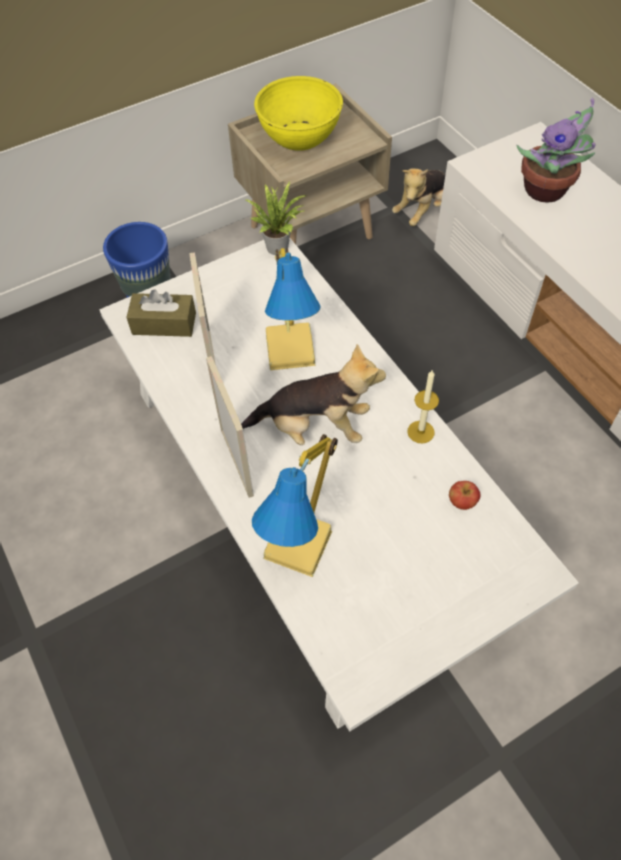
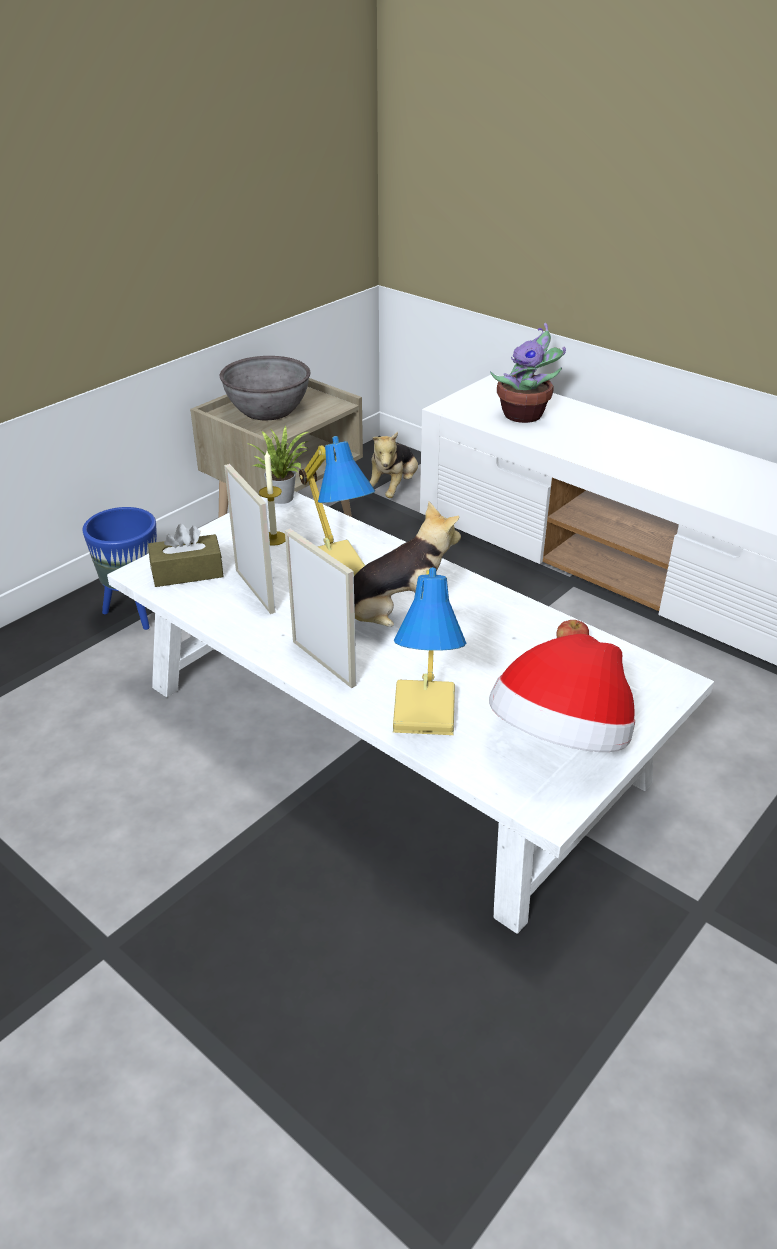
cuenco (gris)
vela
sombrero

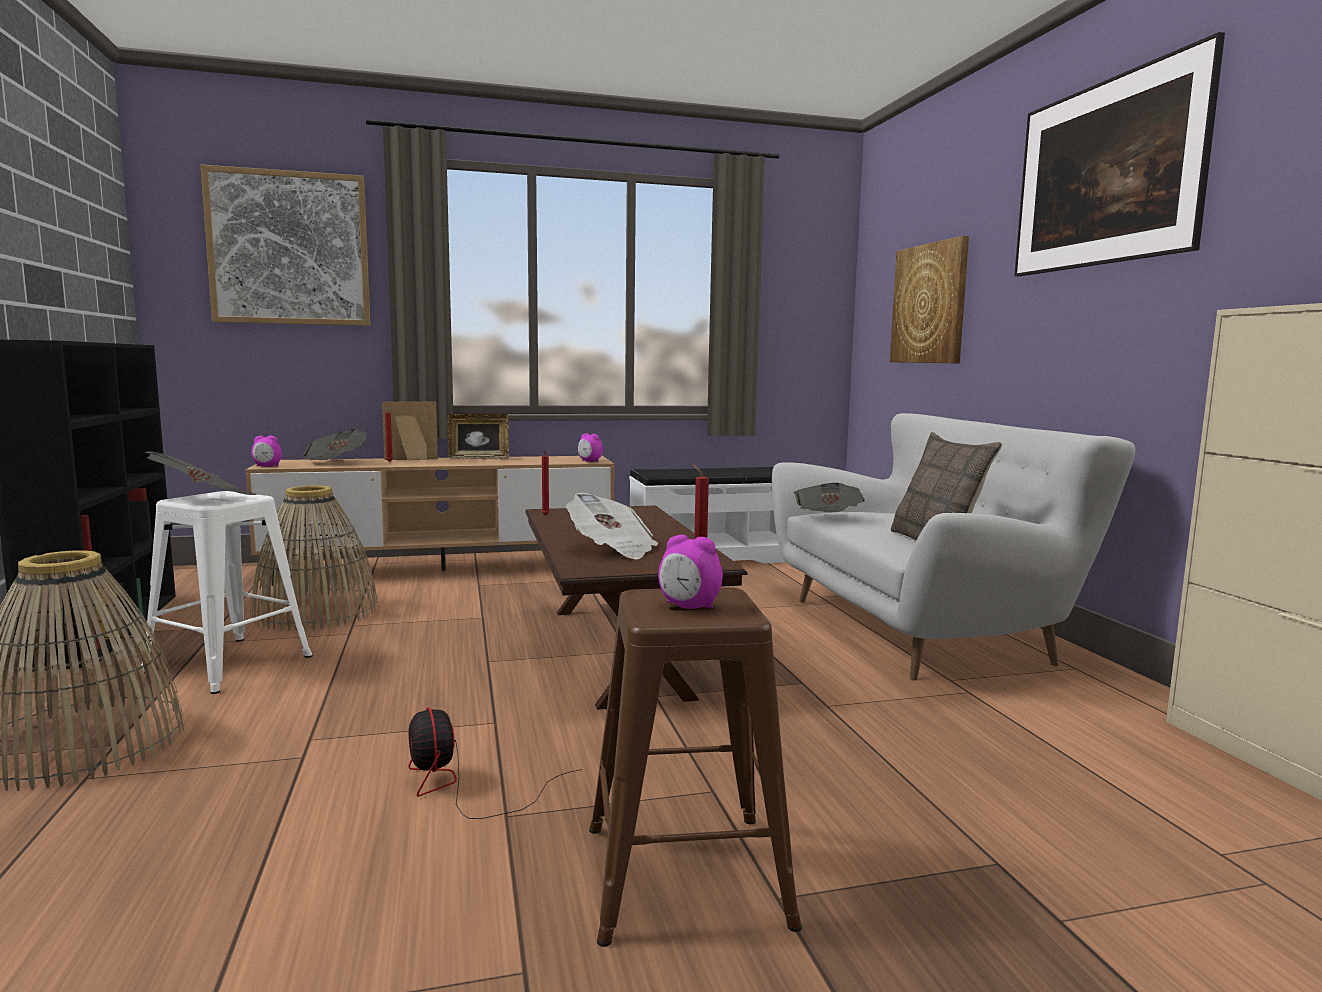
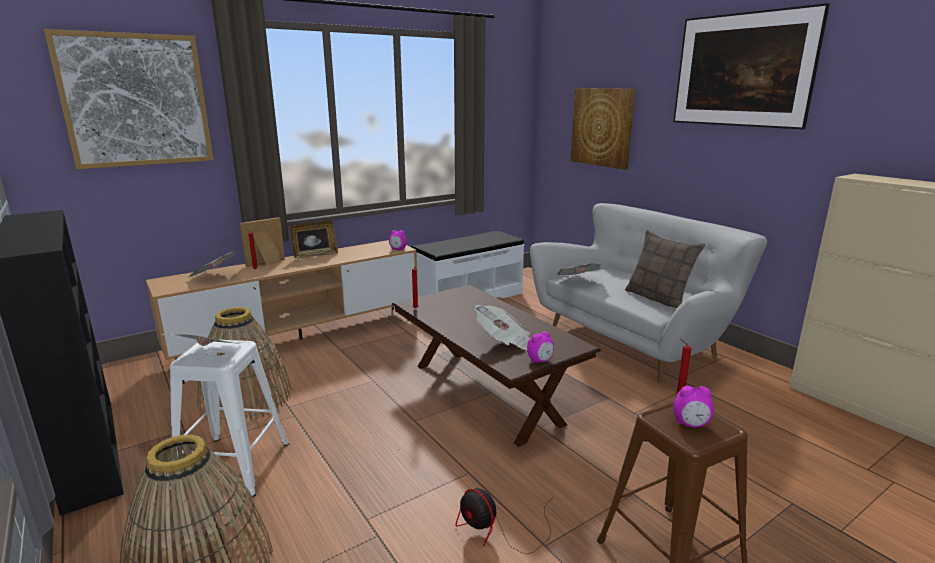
despertador (no. 2 from left)

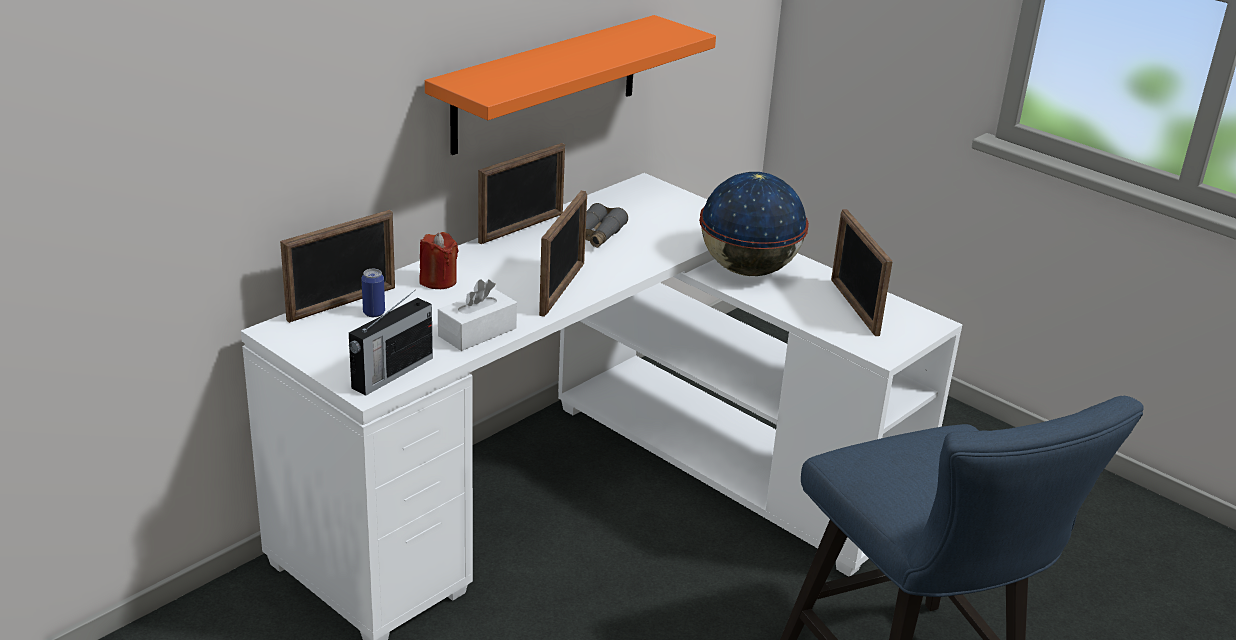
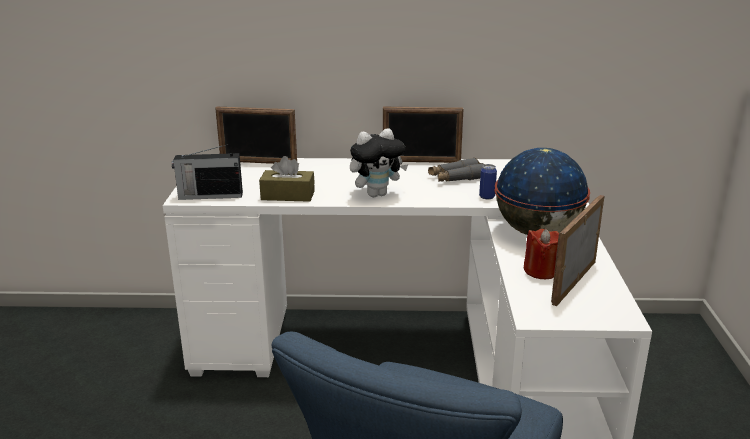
estante (naranja)
peluche
vela (rojo)
lata
caja de pañuelos (marrón)

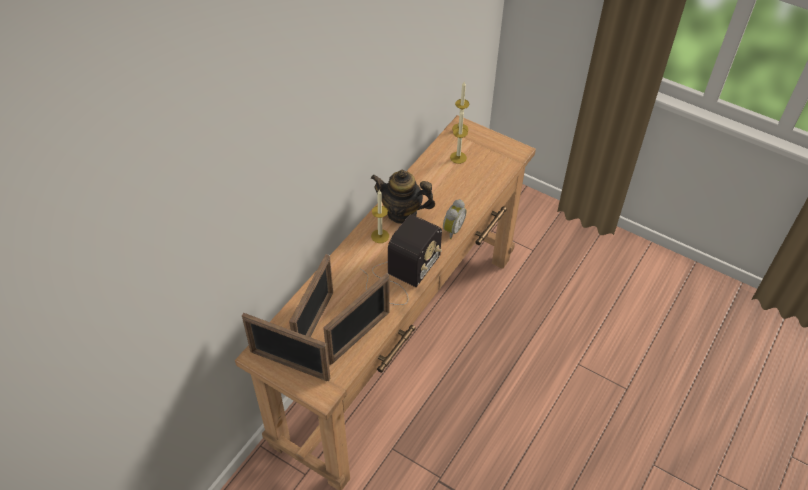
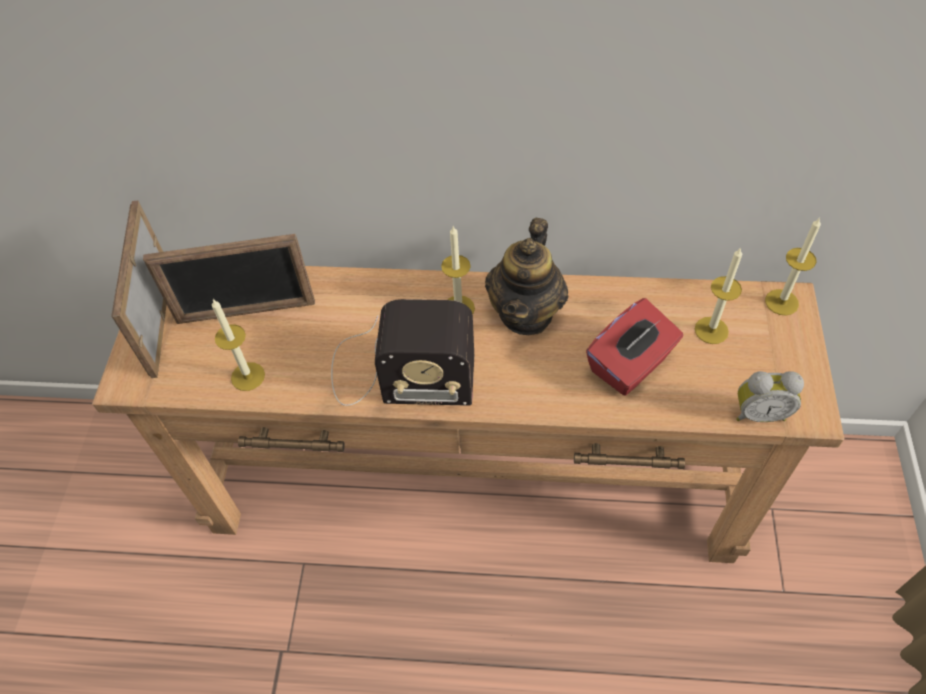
tetera
despertador
vela (no. 1 from left)
caja de pañuelos (rojo)

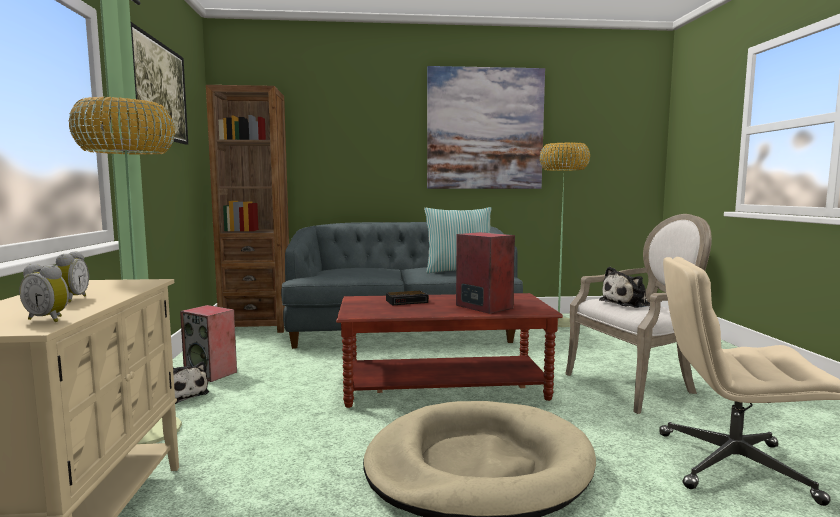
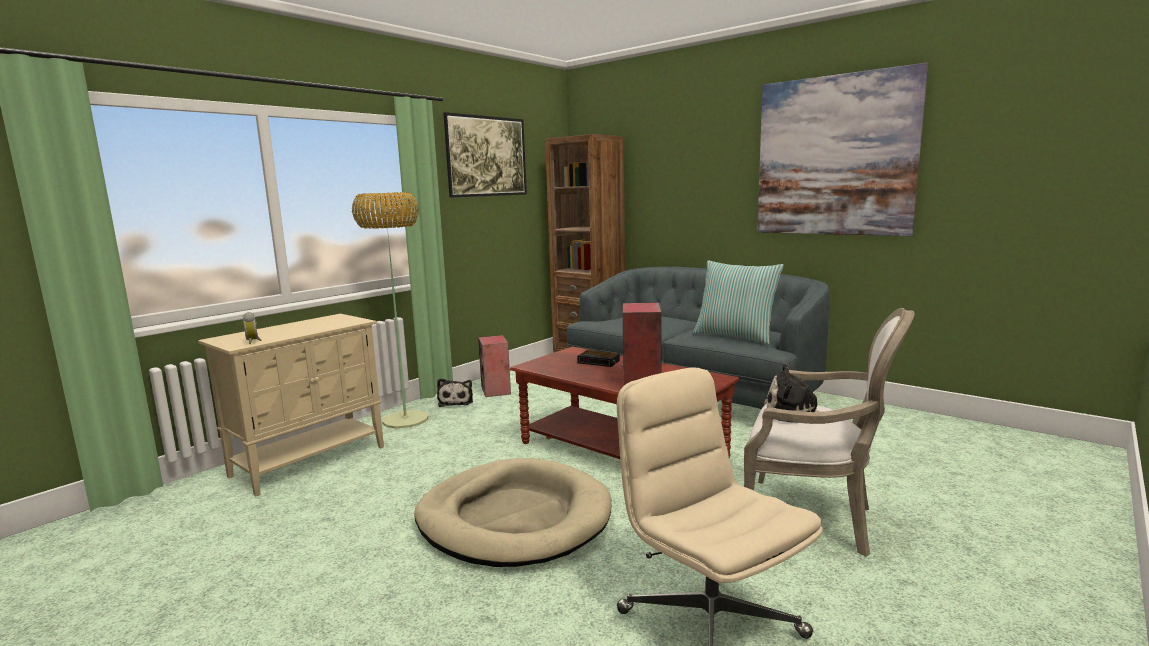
lámpara de pie (no. 2 from left in the first image)
despertador (no. 2 from left in the first image)

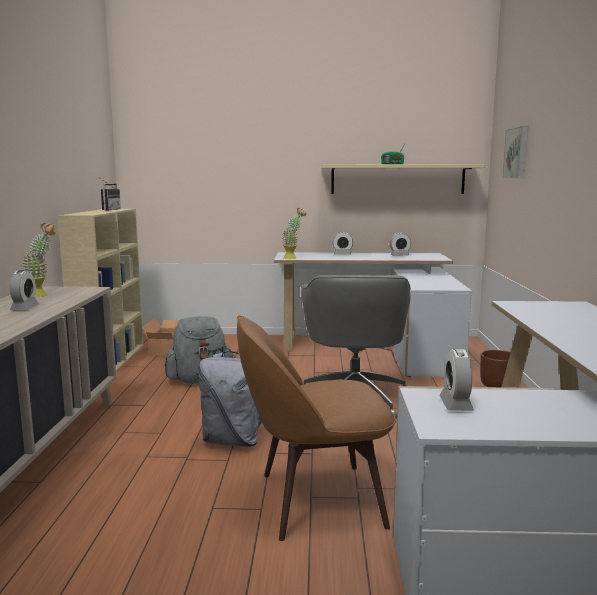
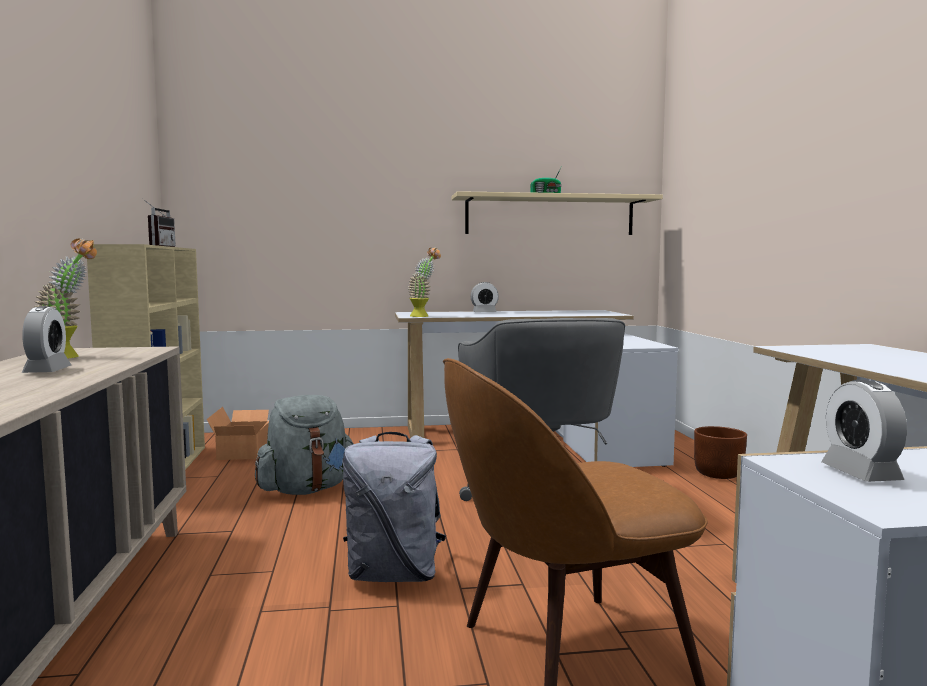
cuadro
despertador (no. 3 from left in the first image)

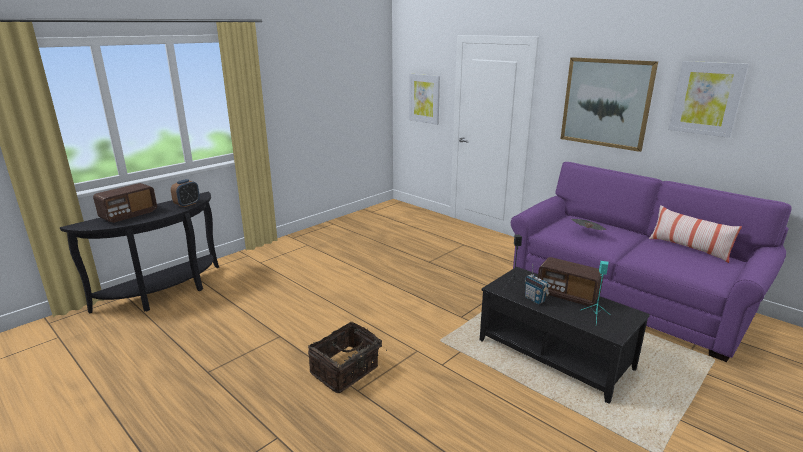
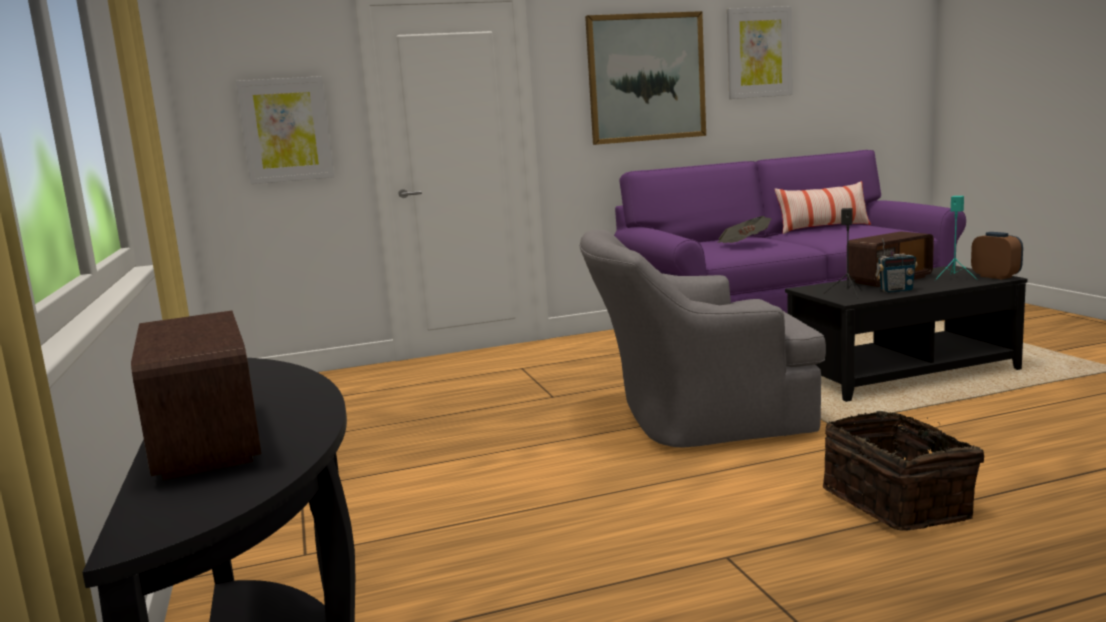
despertador
sillón (gris)

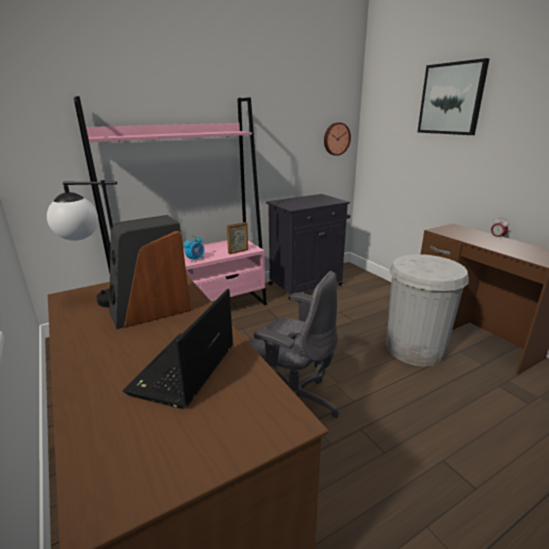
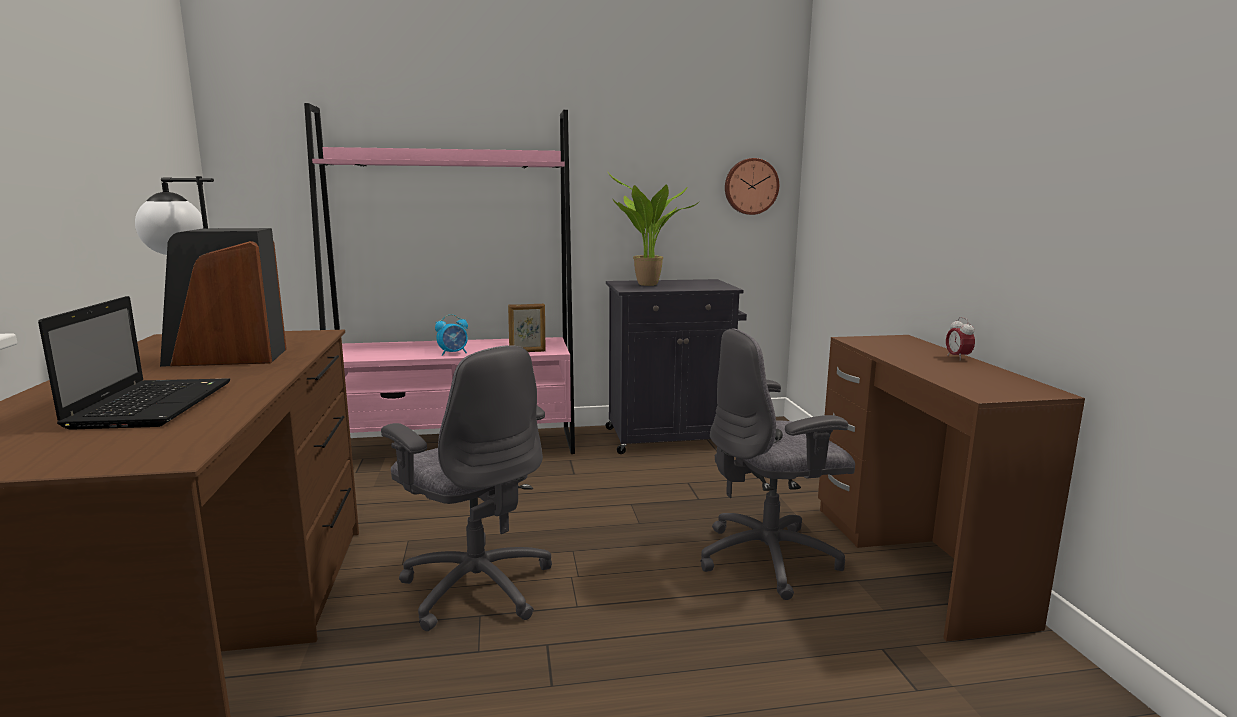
cuadro
silla de oficina (gris) (no. 2 from left)
portátil
planta en maceta

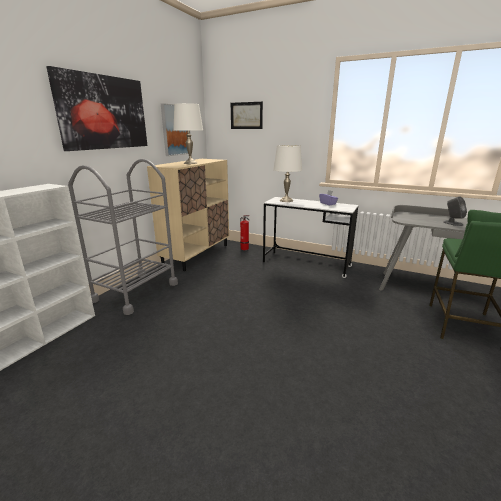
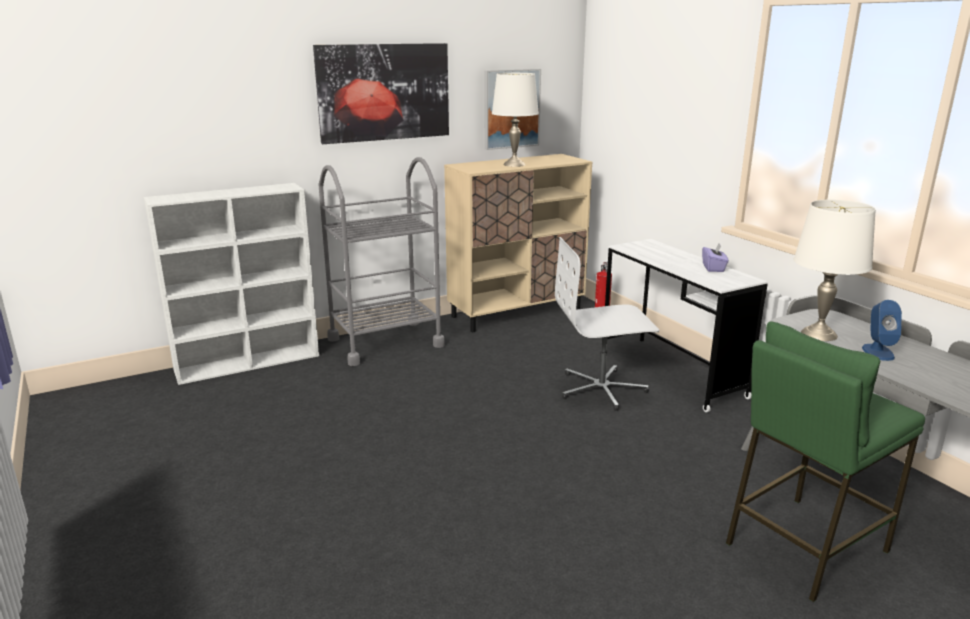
cuadro (no. 3 from left in the first image)
lámpara de mesa (blanco) (no. 2 from left)
altavoz (azul)
silla de oficina (blanco)

